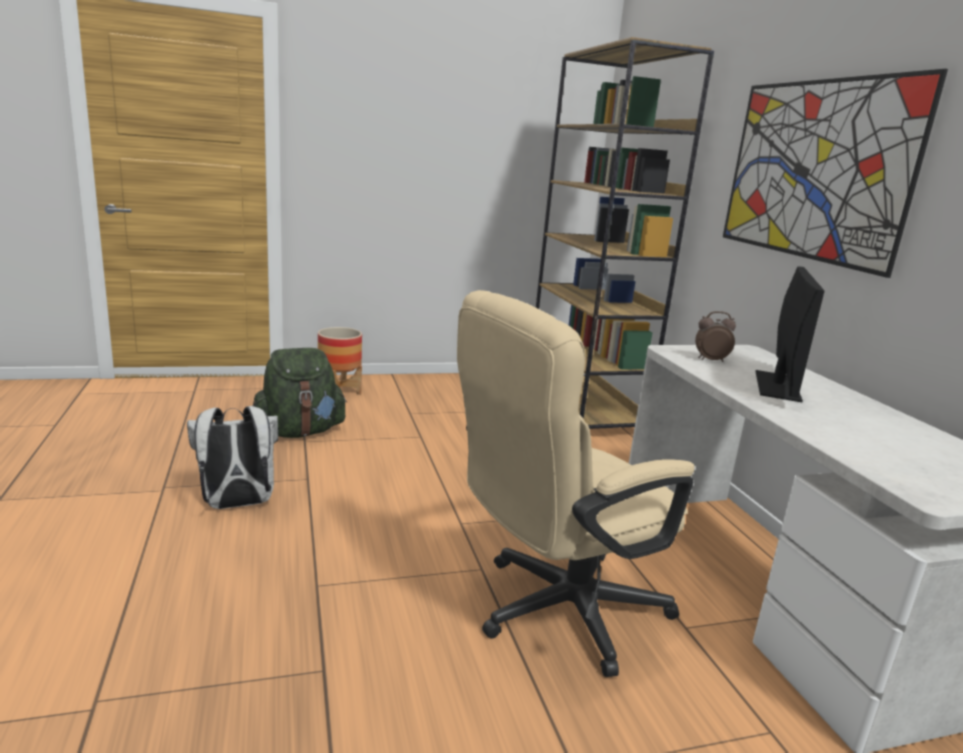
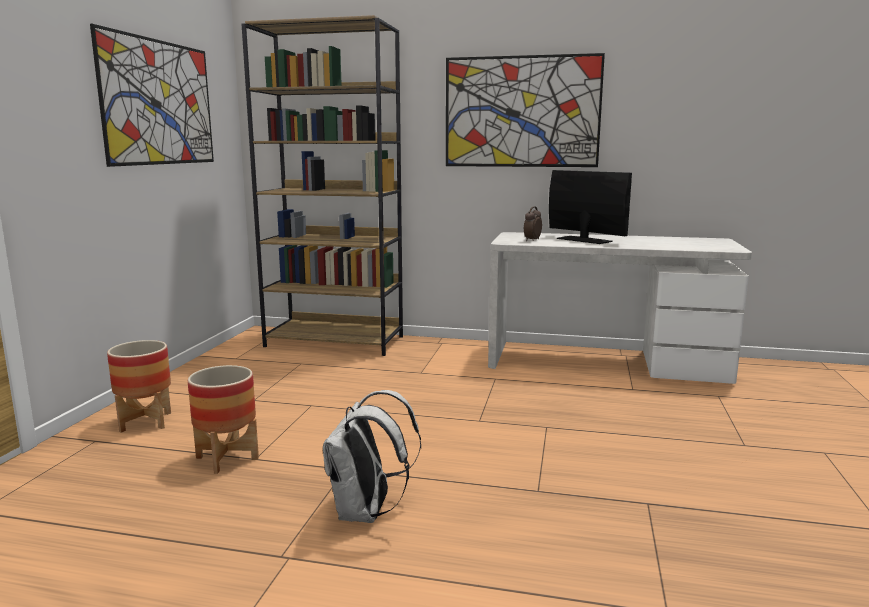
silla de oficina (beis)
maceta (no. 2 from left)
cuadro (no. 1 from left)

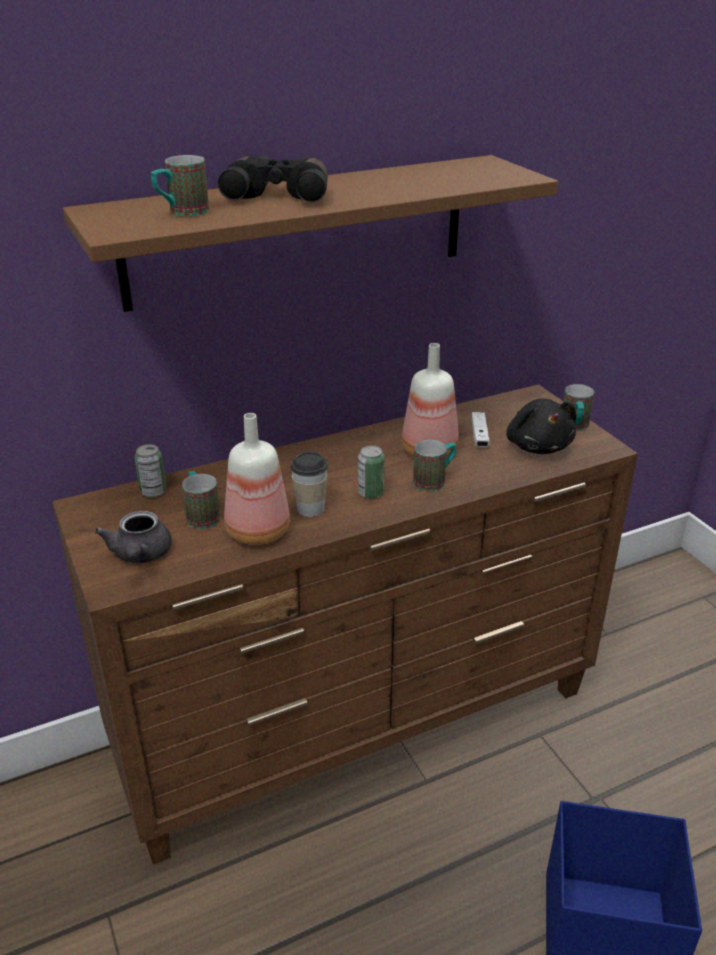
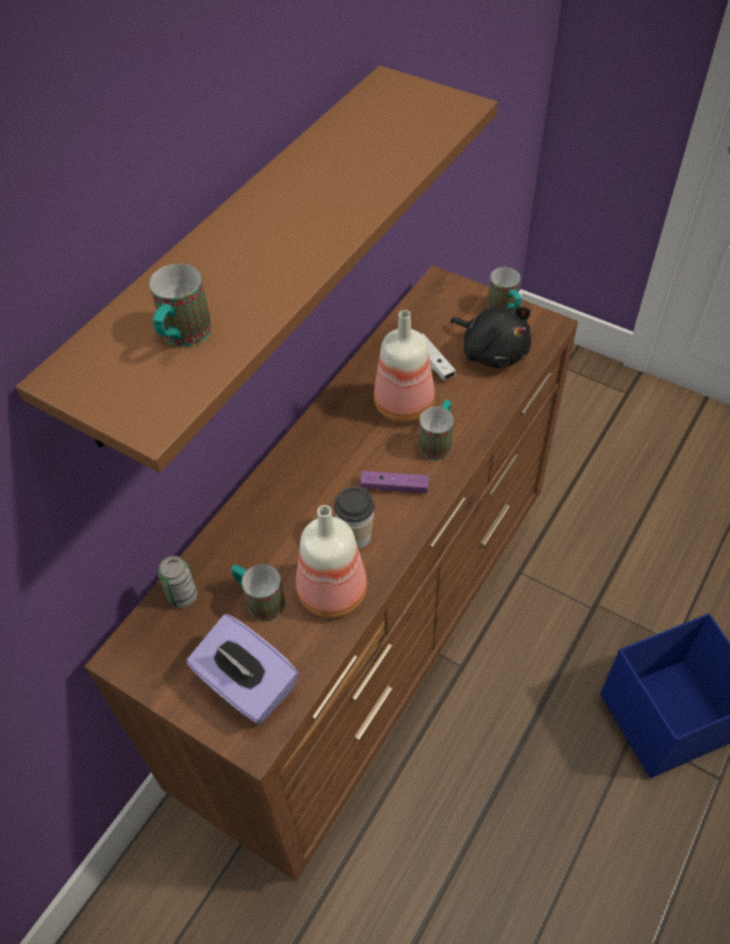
prismáticos (negro)
mando de consola (morado)
caja de pañuelos (morado)

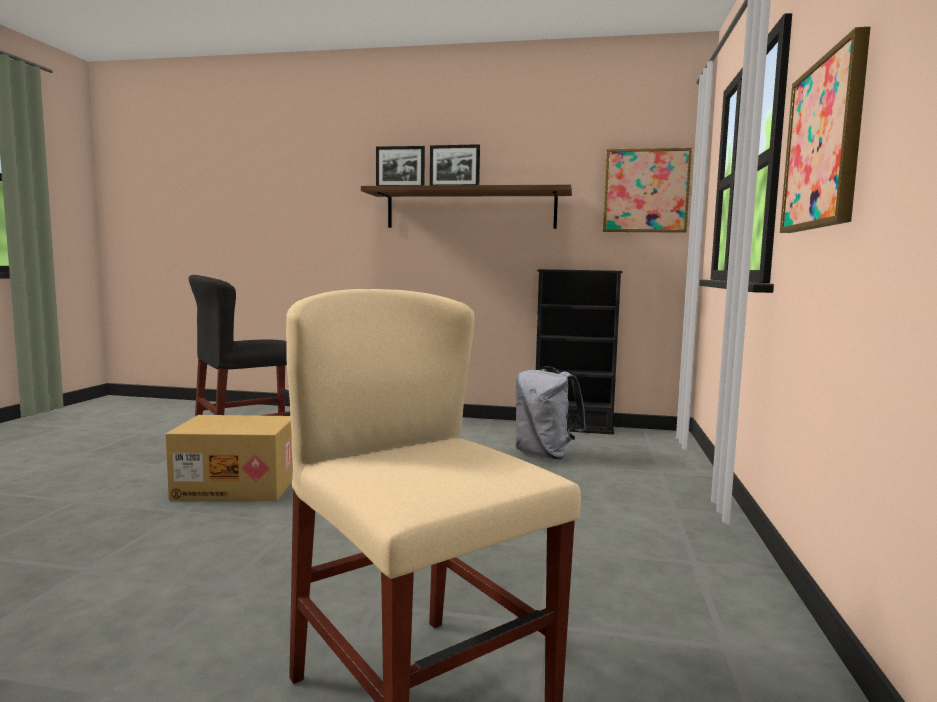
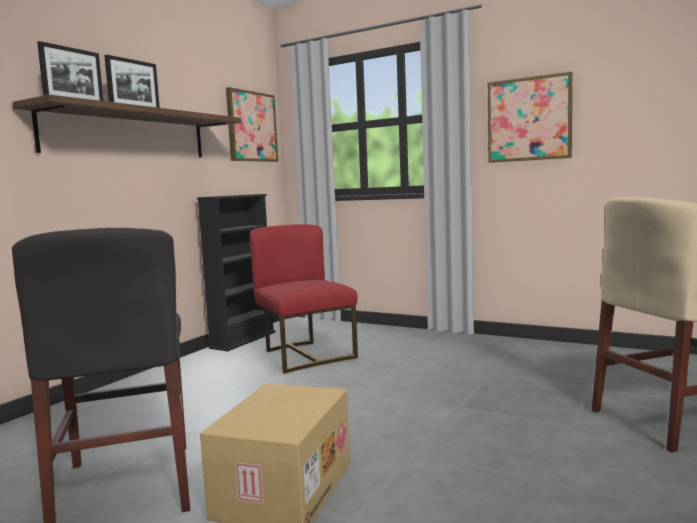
silla (rojo)

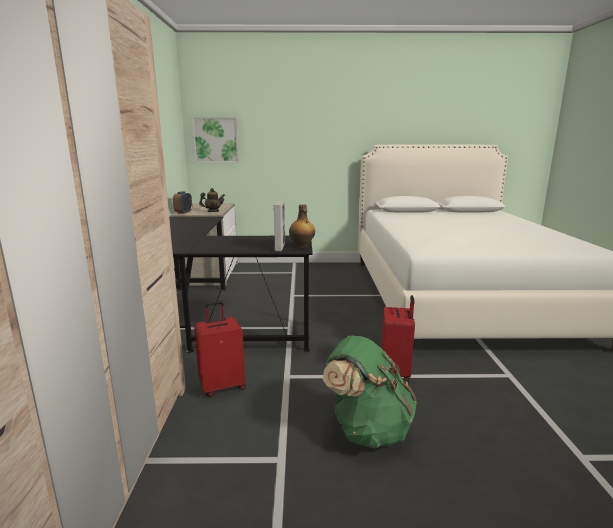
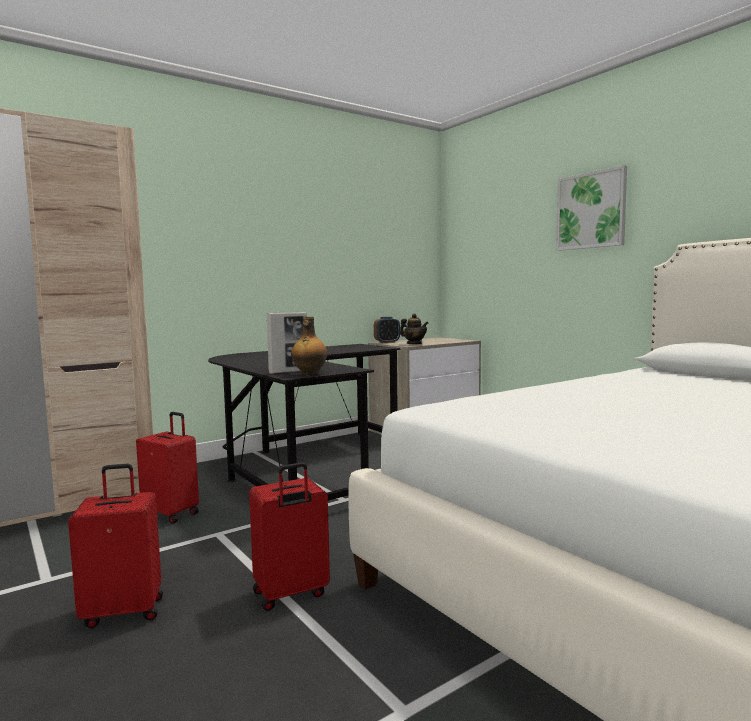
cuadro
maleta (rojo) (no. 1 from left)

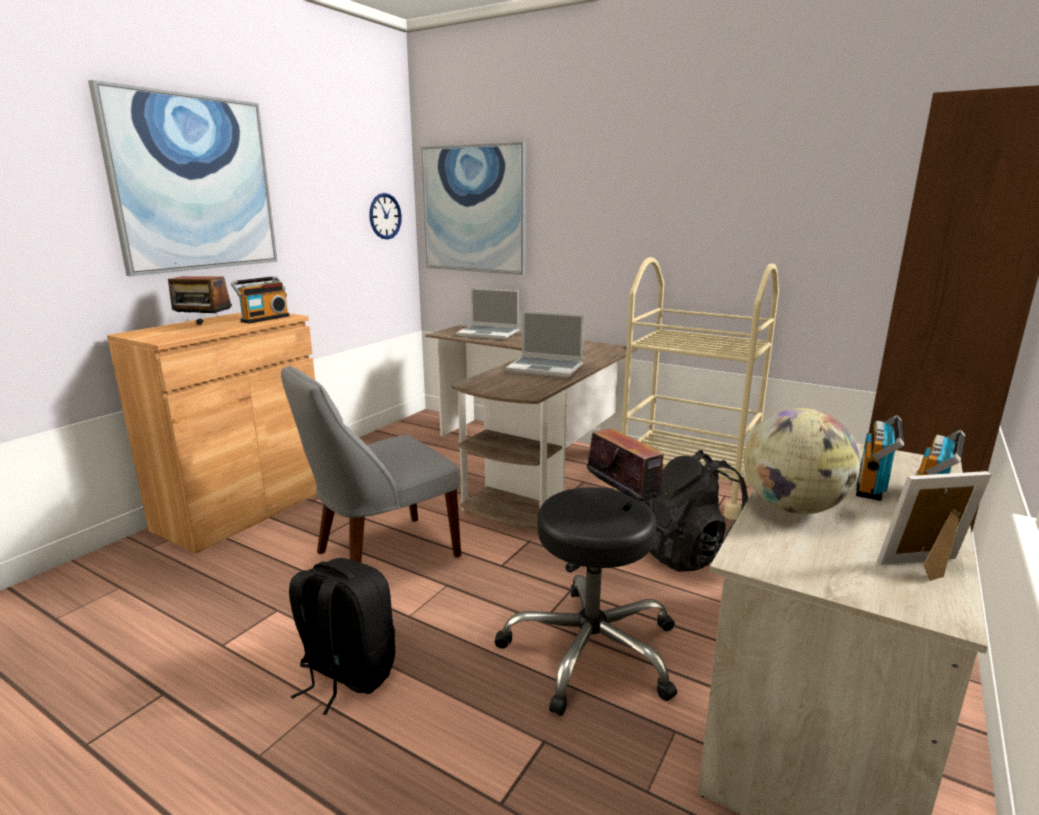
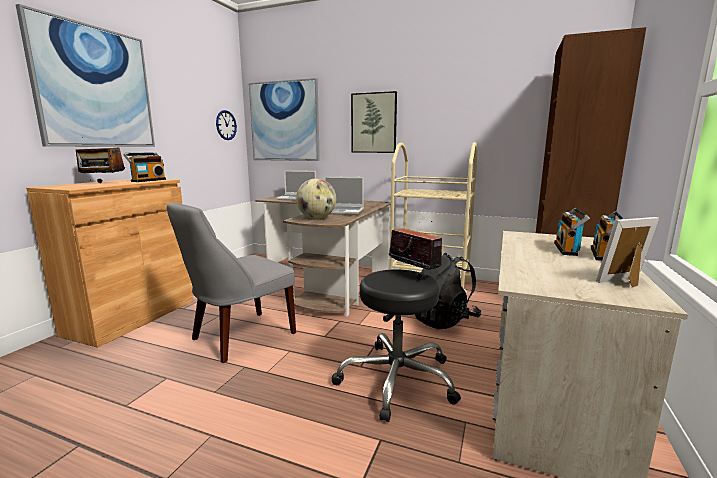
globo terráqueo
mochila (negro) (no. 1 from left in the first image)
cuadro (no. 3 from left)

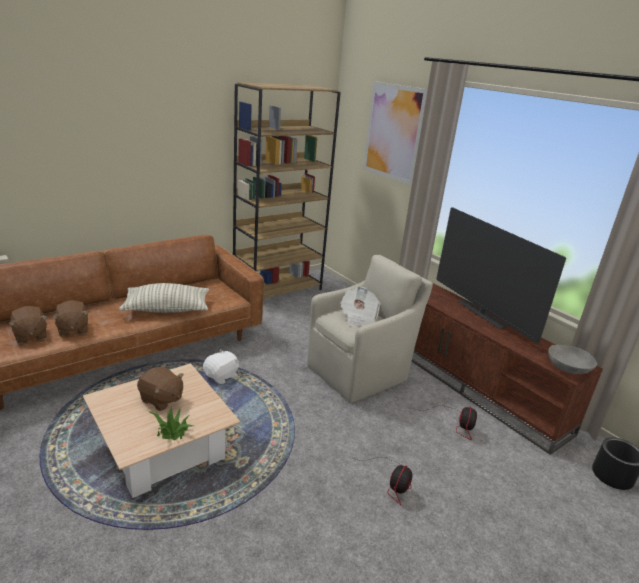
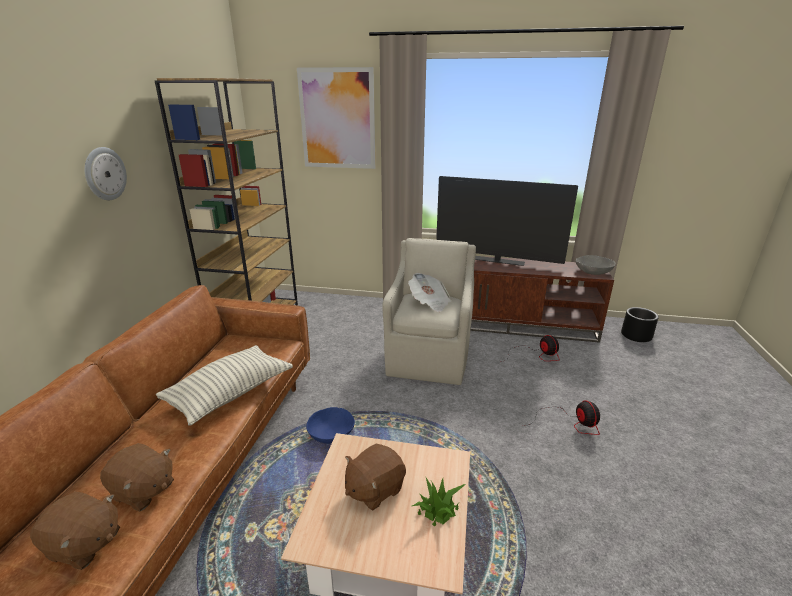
cuenco (azul)
peluche (marrón) (no. 3 from left)
reloj de pared

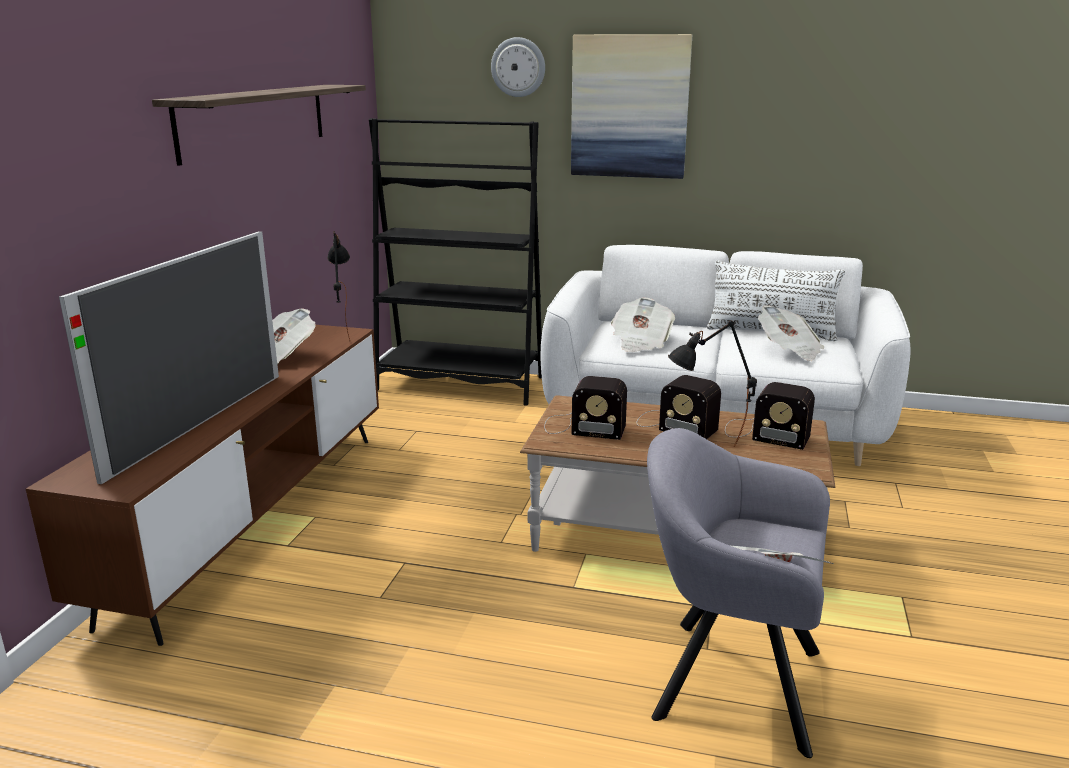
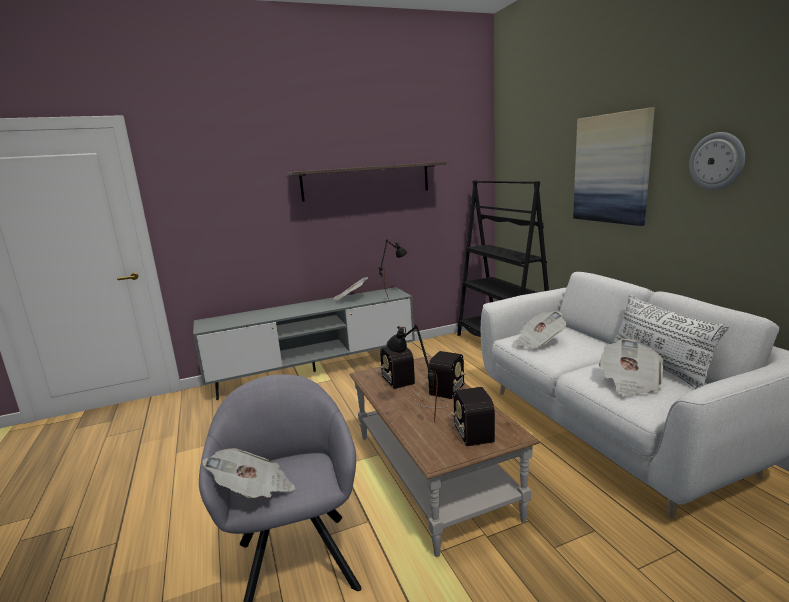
reloj de pared
televisor
mueble de televisión (gris)
radio (no. 2 from left)

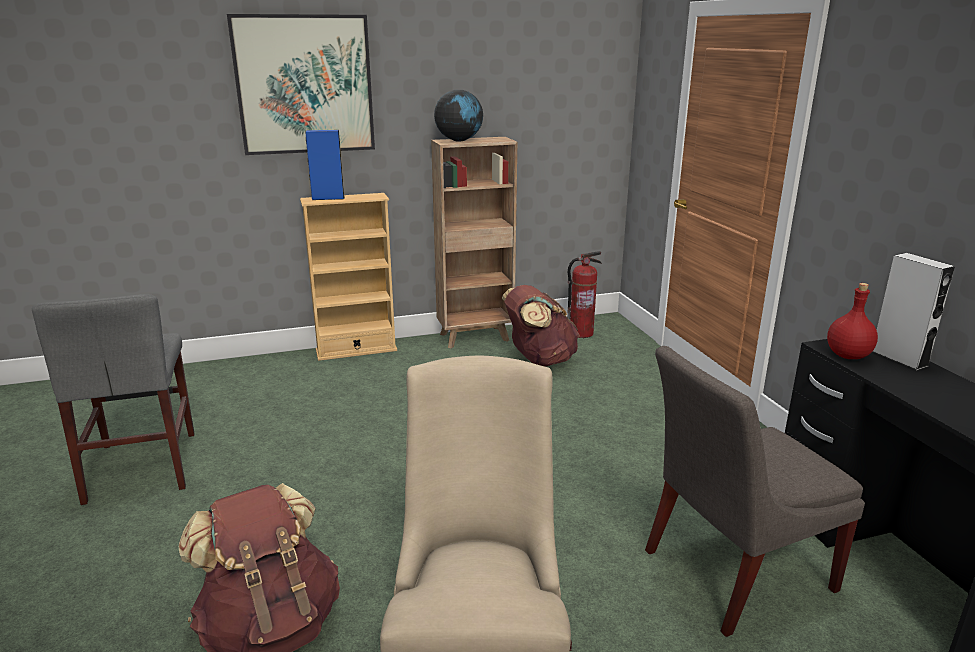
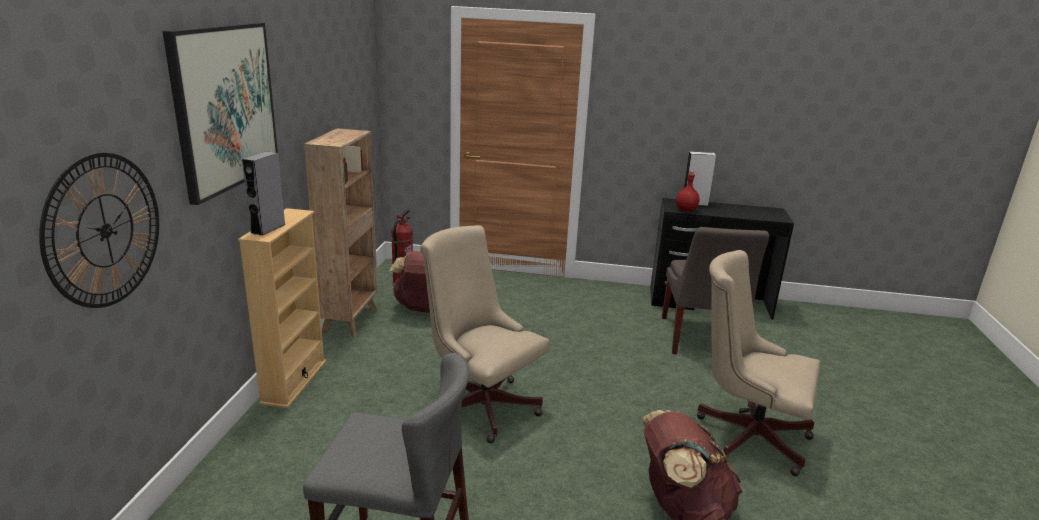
globo terráqueo
altavoz (gris) (no. 1 from left)
reloj de pared
silla de oficina (beis) (no. 1 from left)

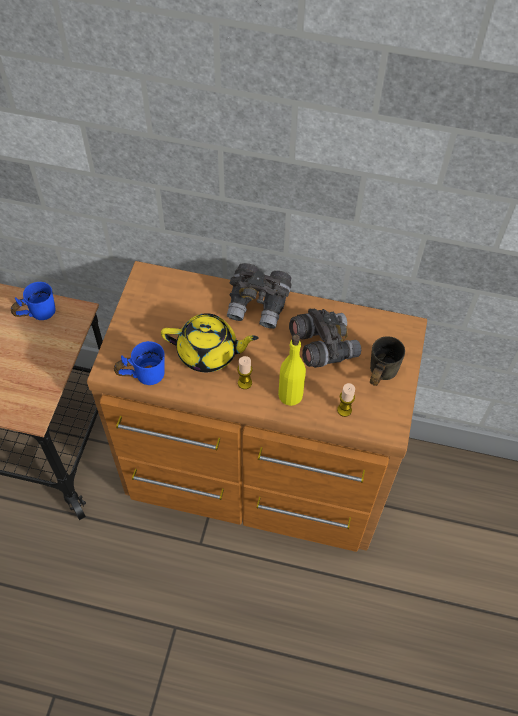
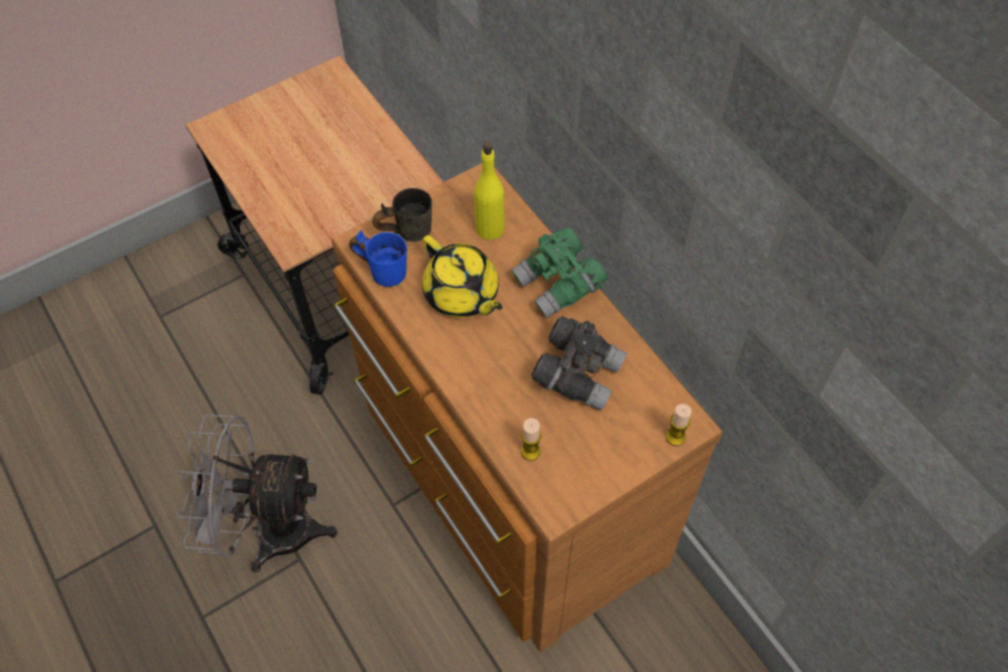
prismáticos (verde)
taza grande (azul) (no. 1 from left in the first image)
botella (amarillo)
taza grande (gris)
vela (no. 2 from left)
ventilador (gris)

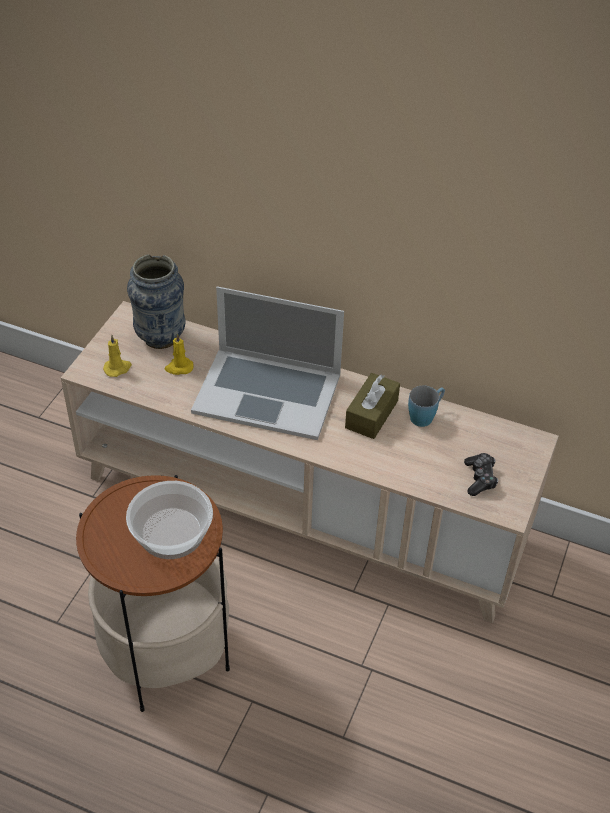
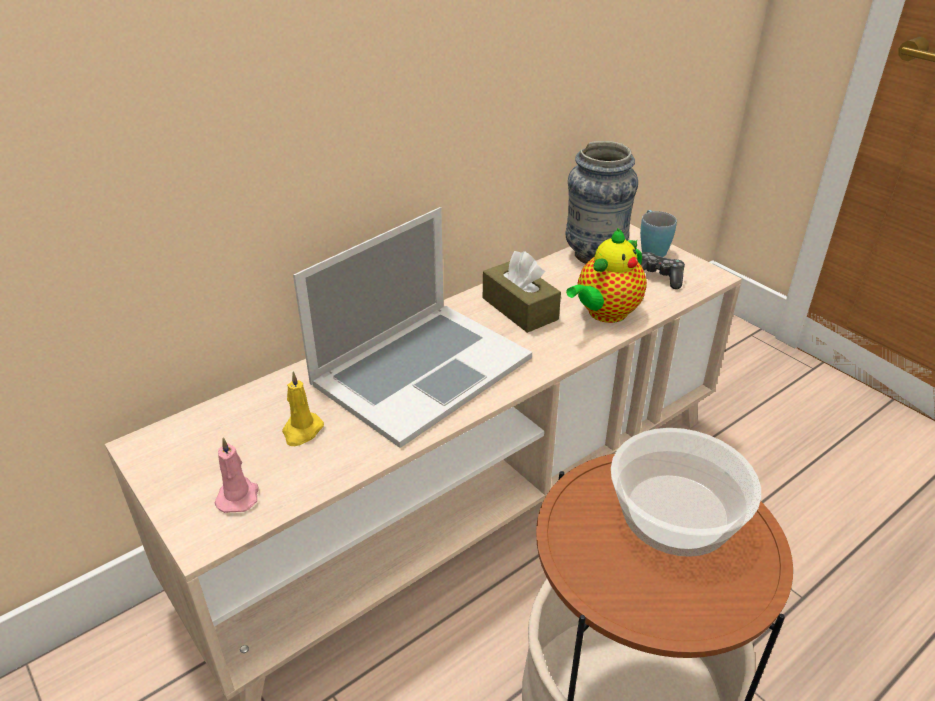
florero
vela (rosa)
taza grande (azul)
tetera

